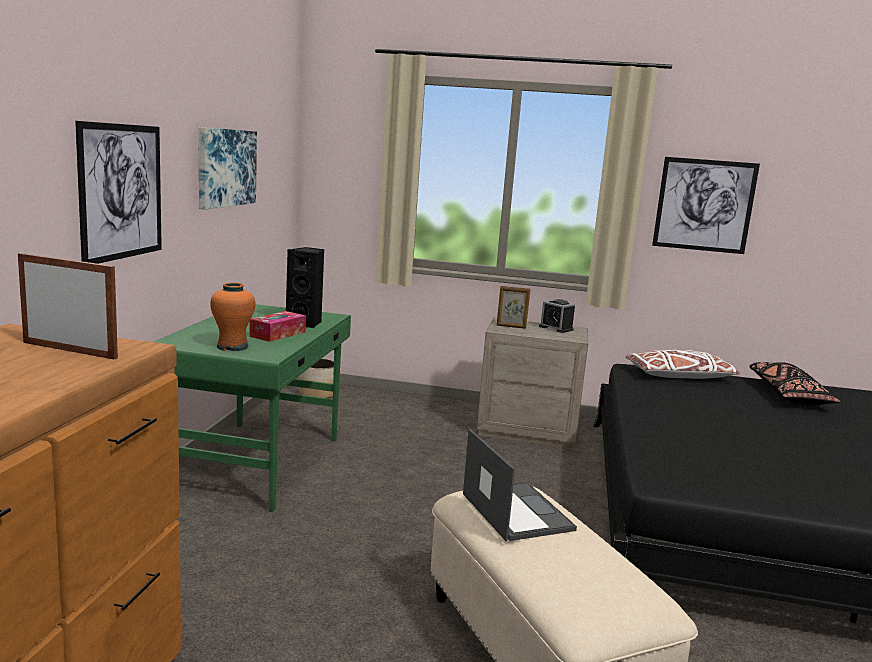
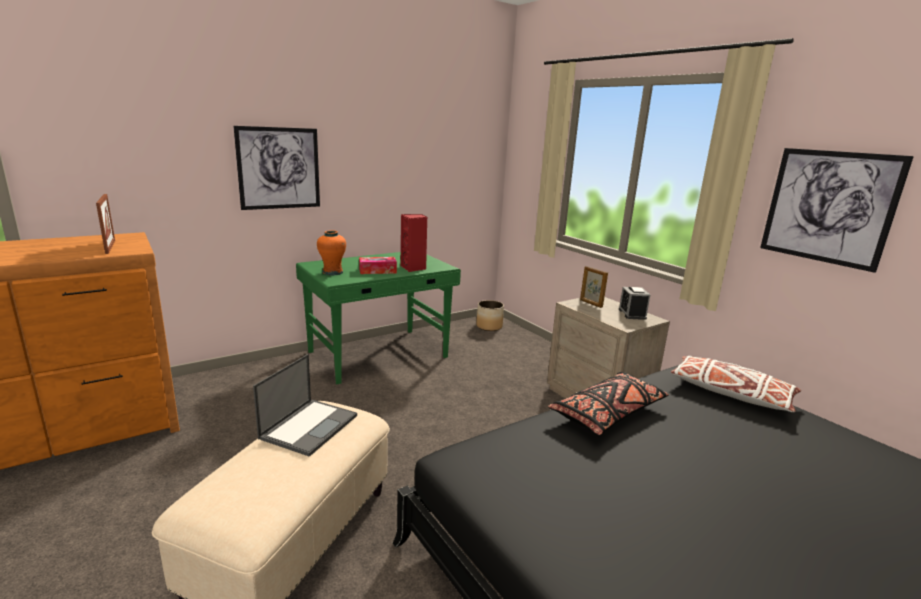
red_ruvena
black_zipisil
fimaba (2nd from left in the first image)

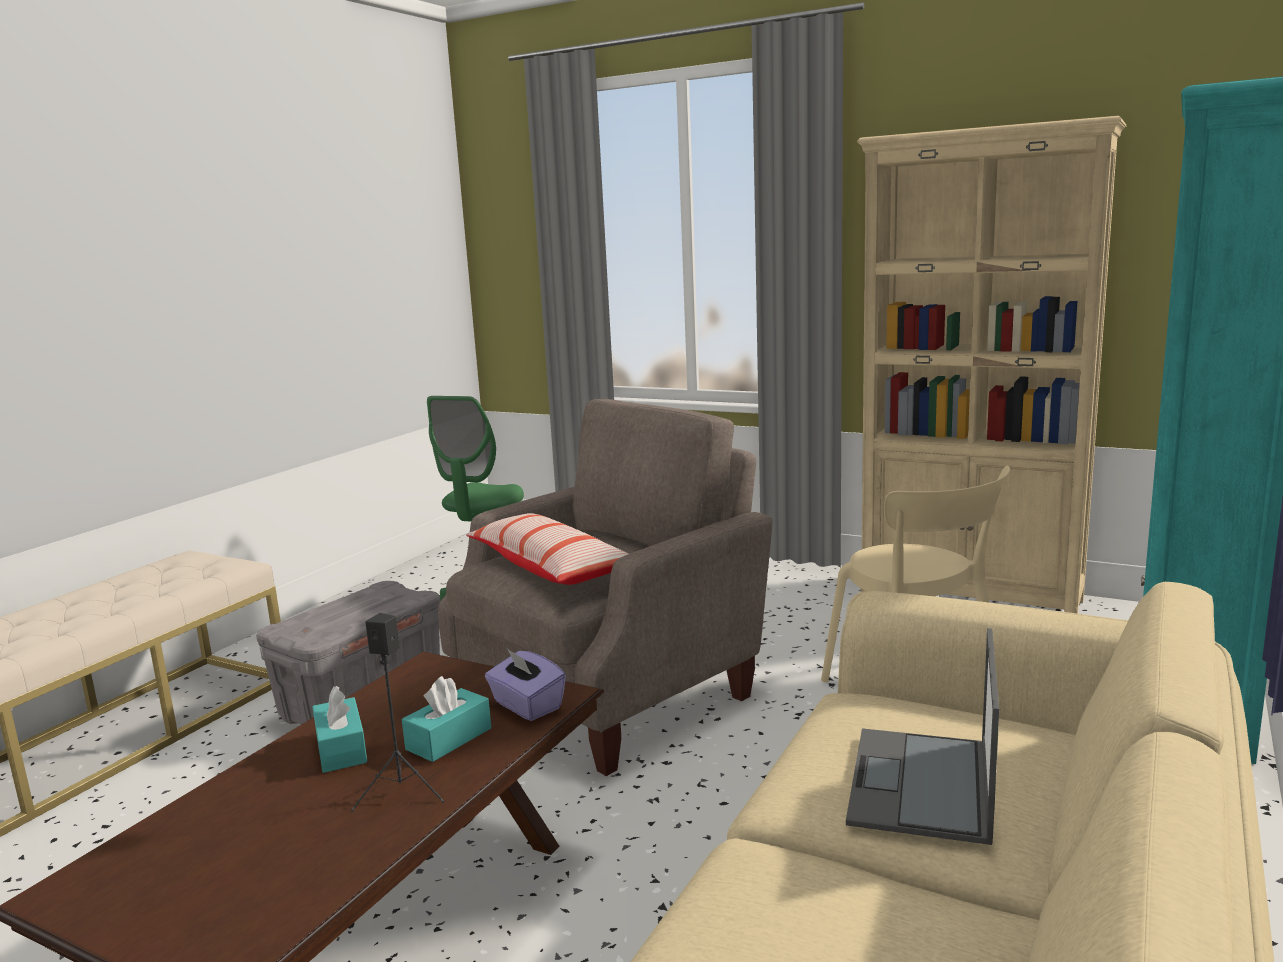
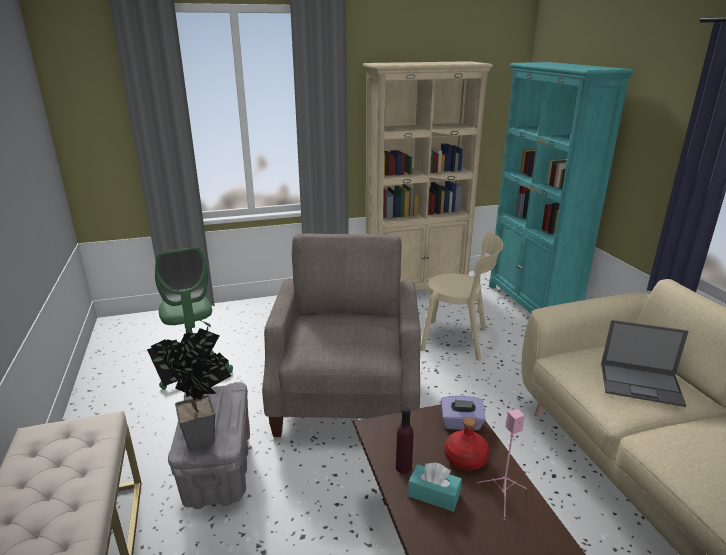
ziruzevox
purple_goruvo
red_goruvo
pink_ruvena
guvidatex
zipisil

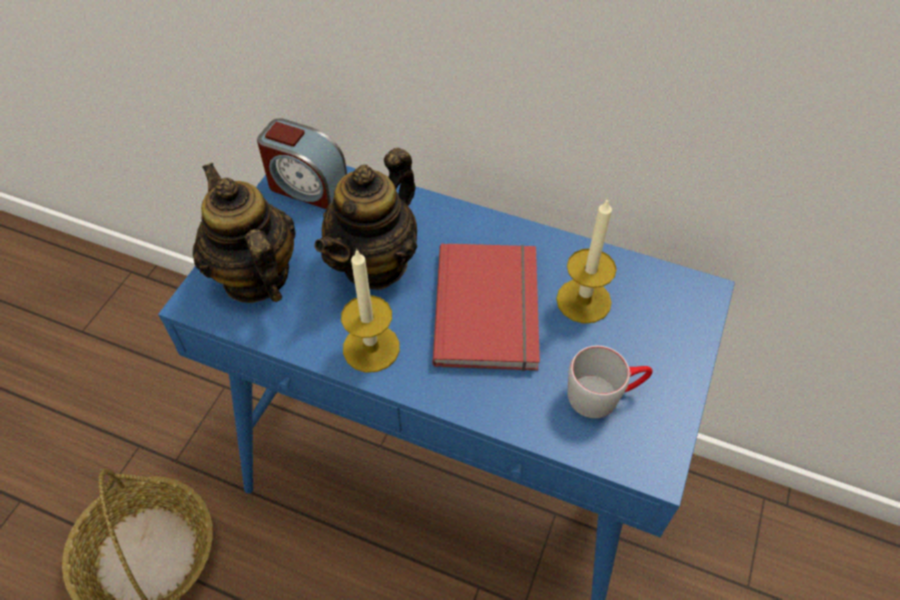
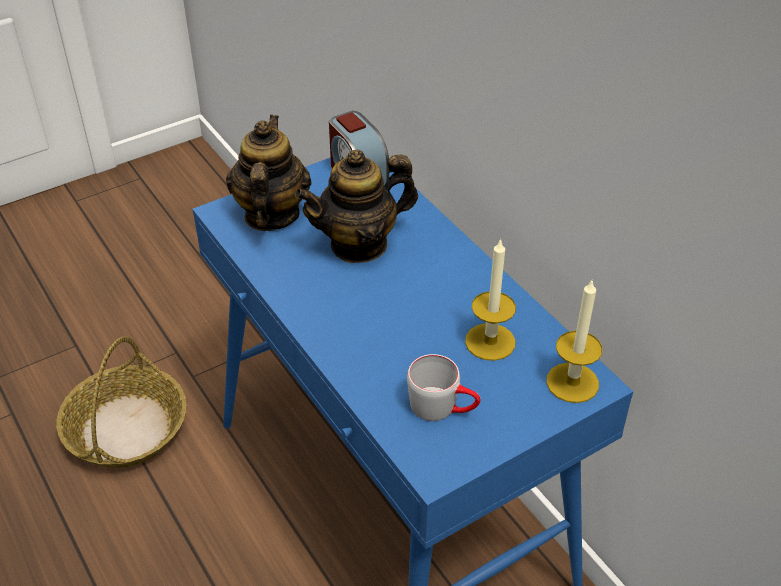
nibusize (2nd from left)
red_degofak

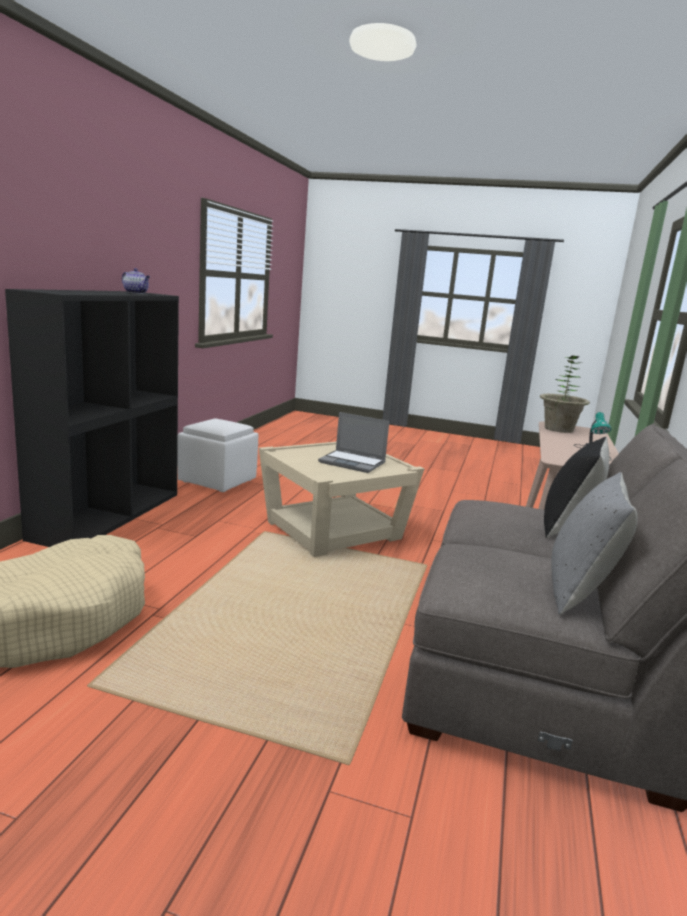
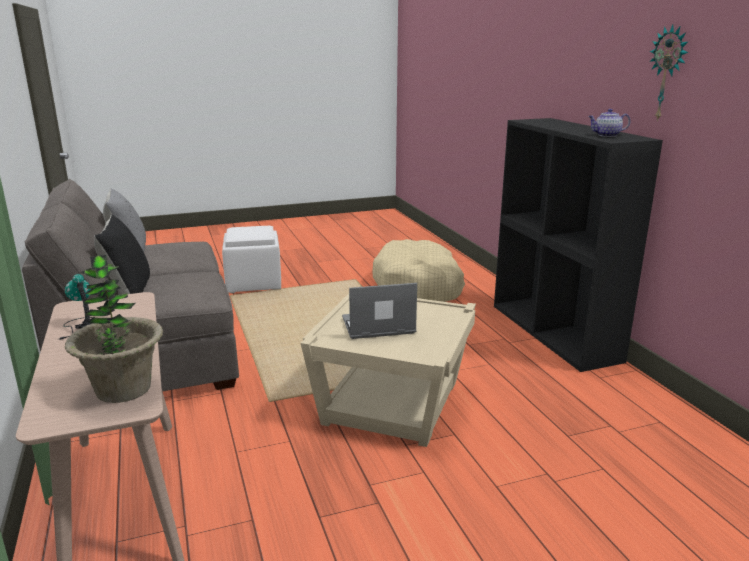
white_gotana
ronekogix

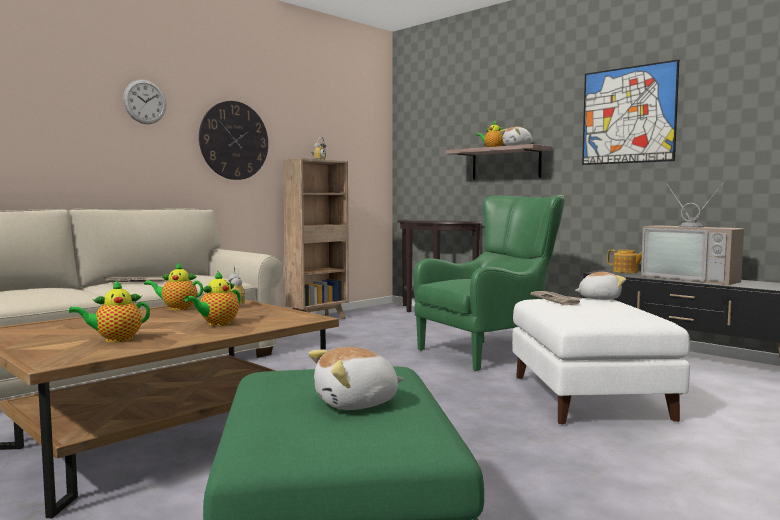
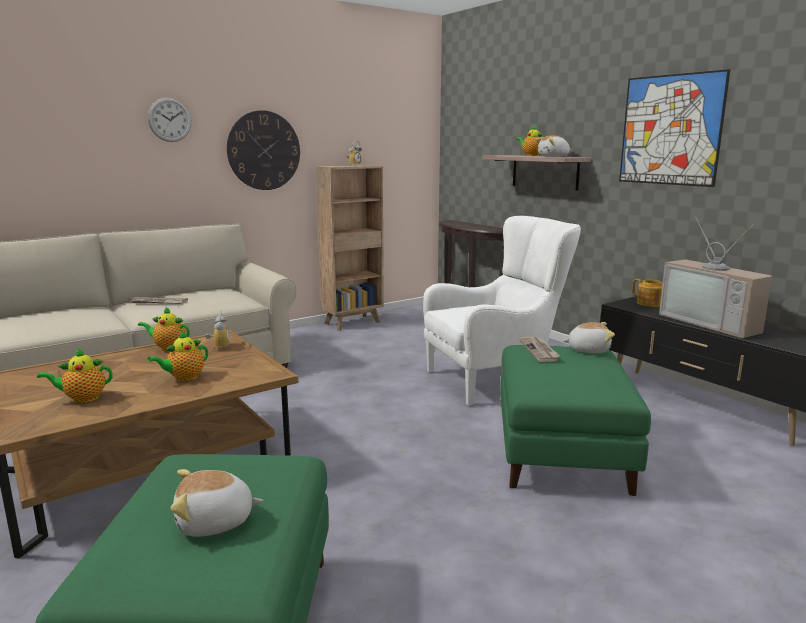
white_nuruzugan
green_gotana (2nd from left)

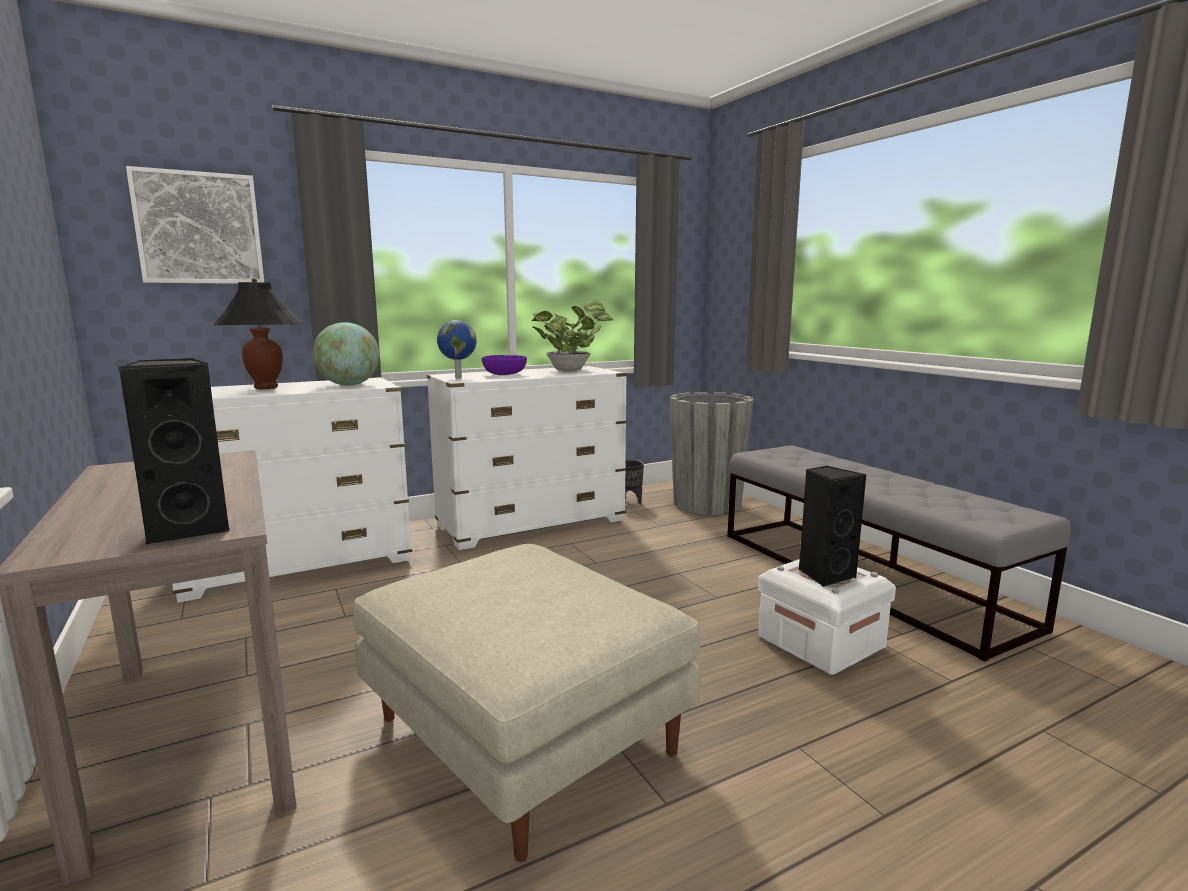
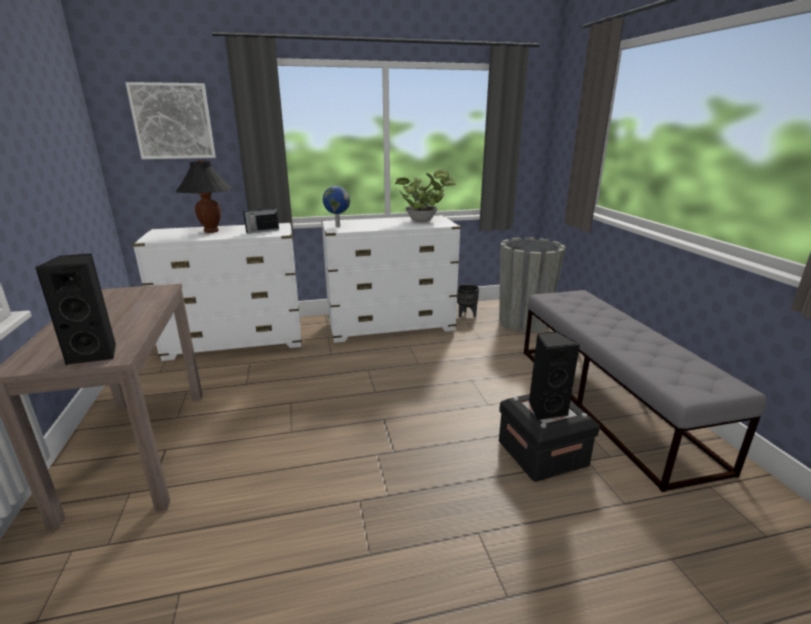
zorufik
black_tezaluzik
beige_gotana
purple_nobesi

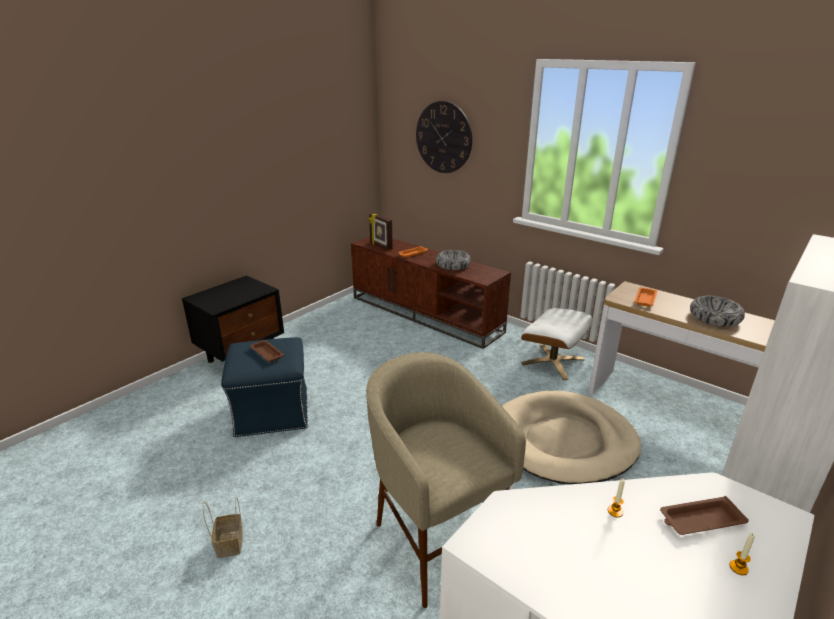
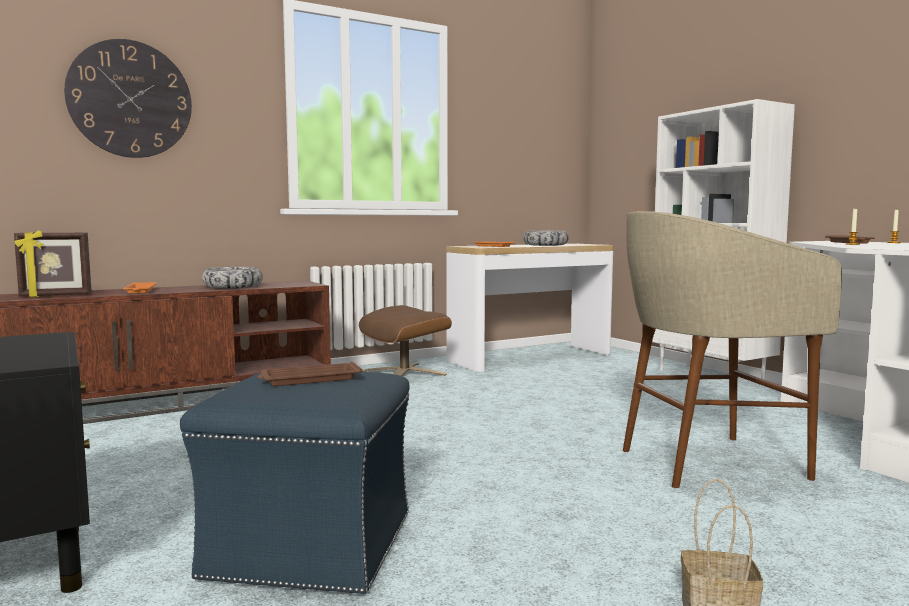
brown_gotana
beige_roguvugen

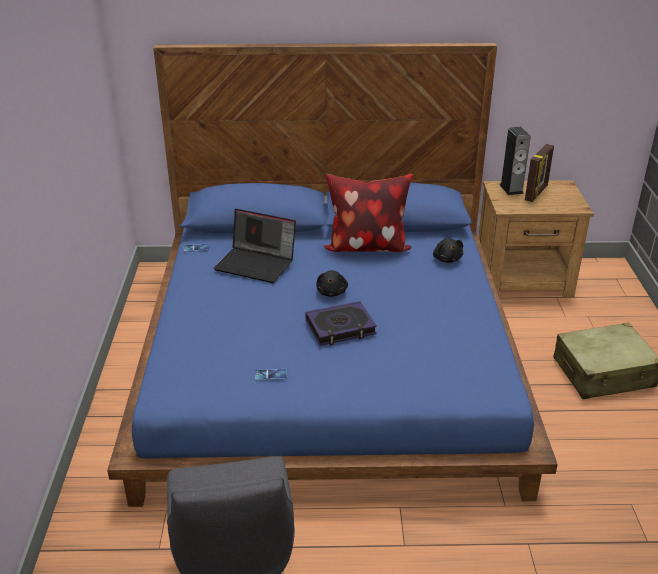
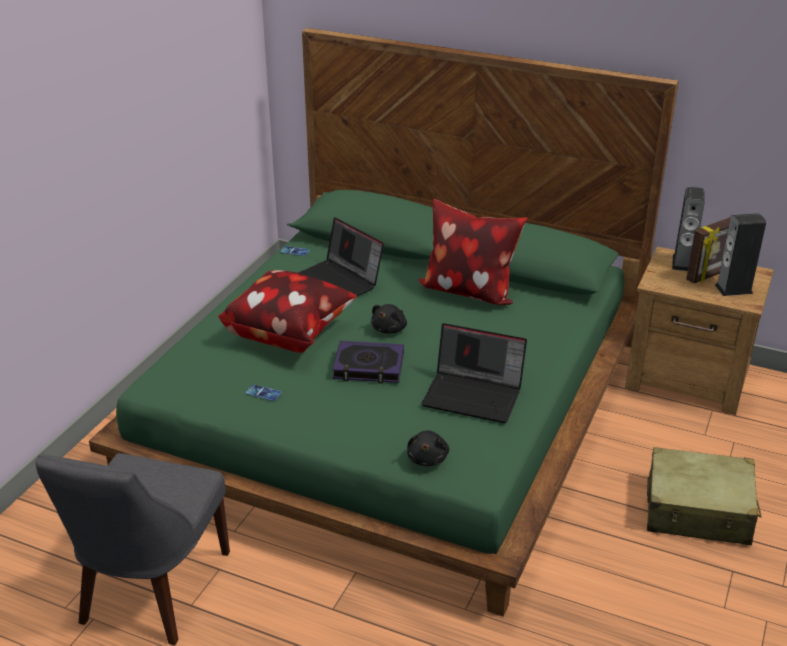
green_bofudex
zipisil (1st from left)
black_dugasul (2nd from left)
guvidatex (2nd from left)
ruvena (2nd from left)

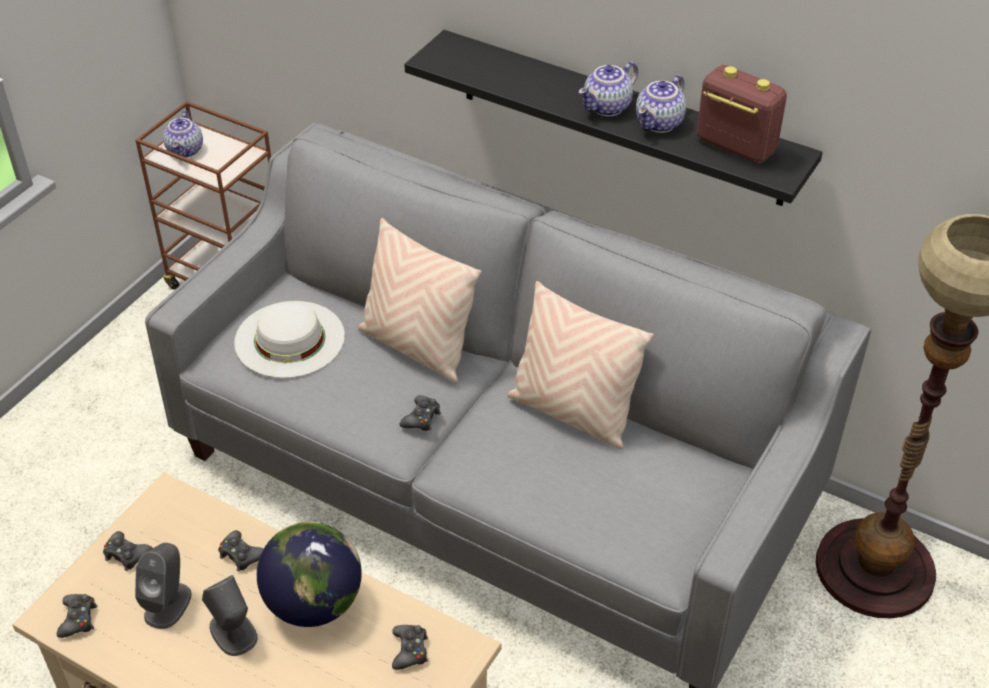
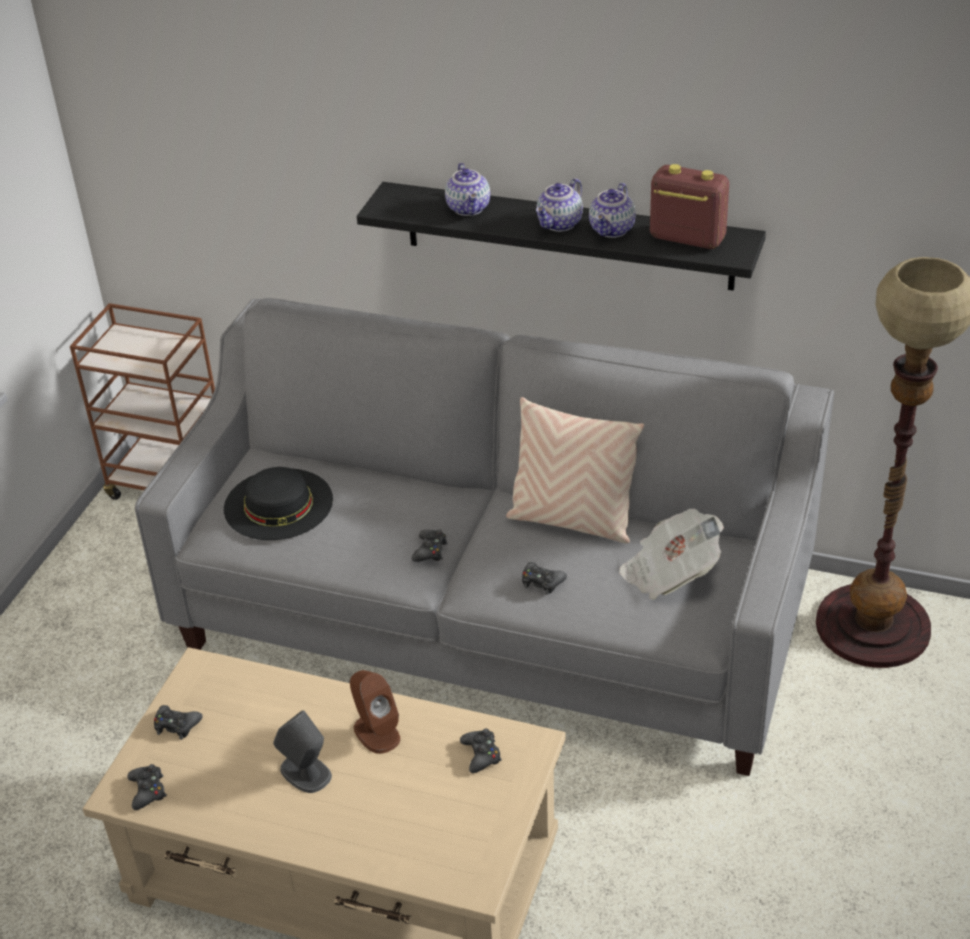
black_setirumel
brown_ruvena
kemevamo (1st from left)
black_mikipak (5th from left)
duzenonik
grey_ruvena (1st from left in the first image)
beige_zipisil (1st from left in the first image)

